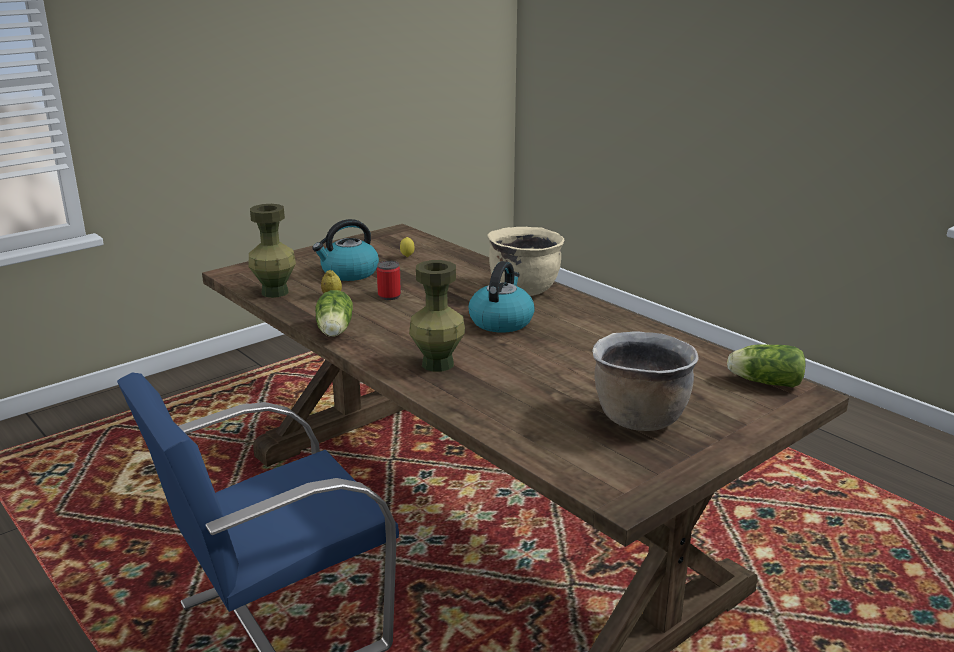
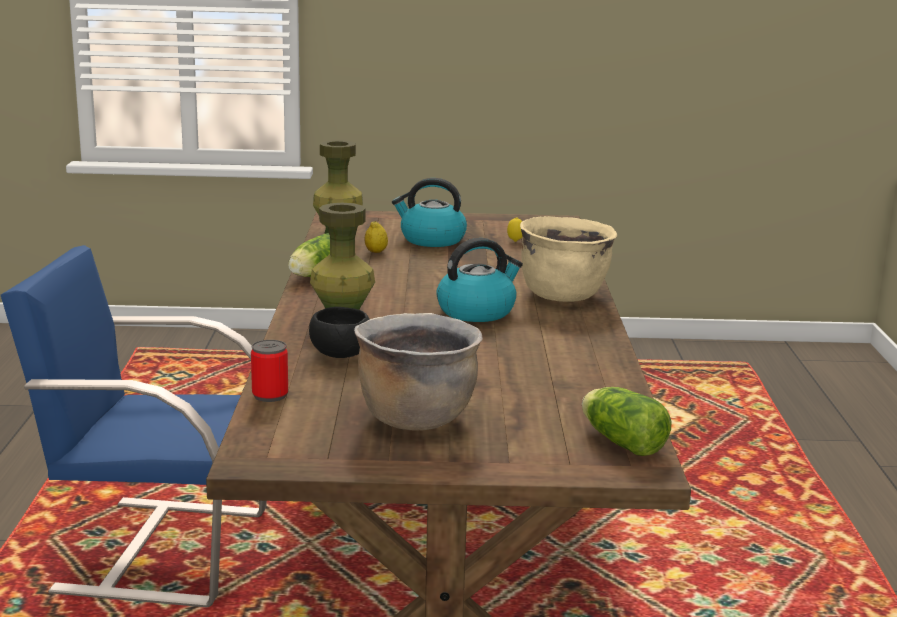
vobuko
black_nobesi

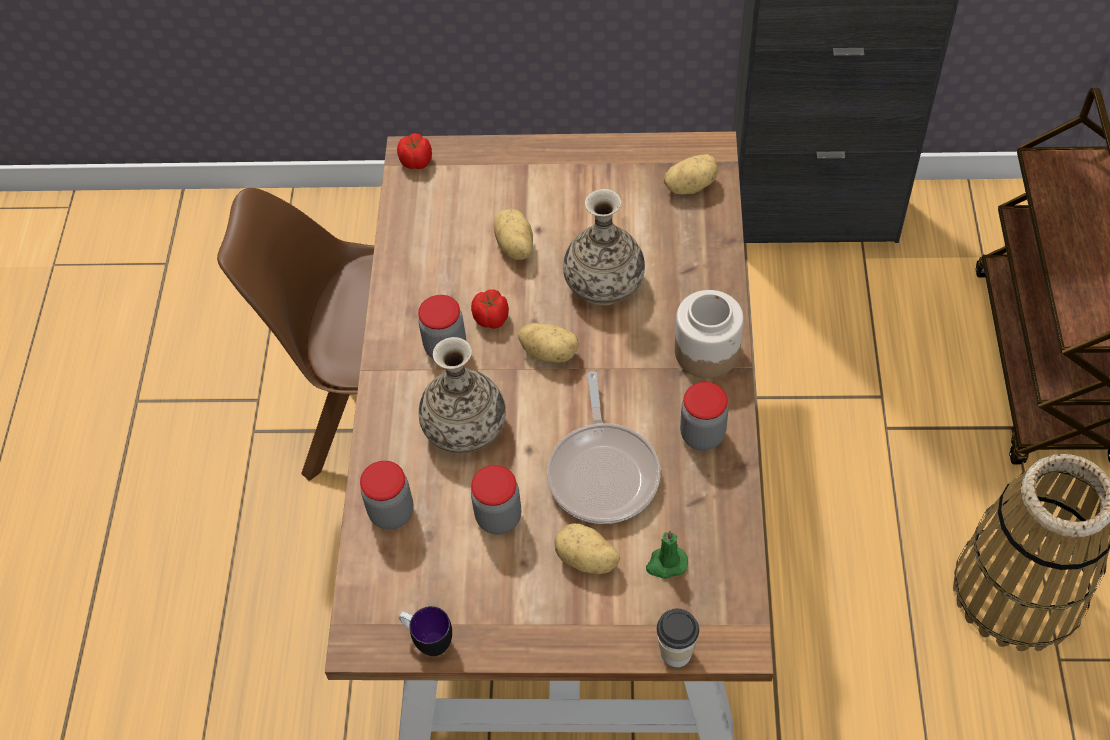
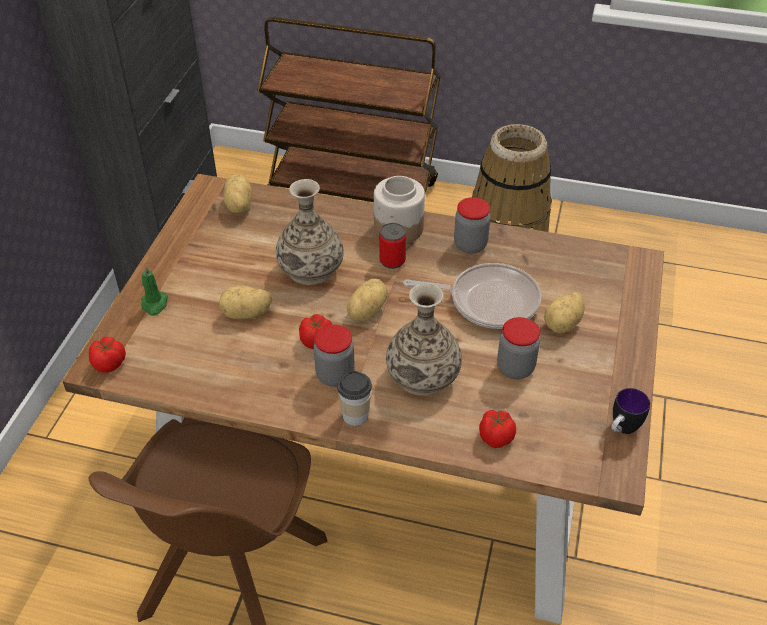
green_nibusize
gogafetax
vobuko
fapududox (3rd from left)

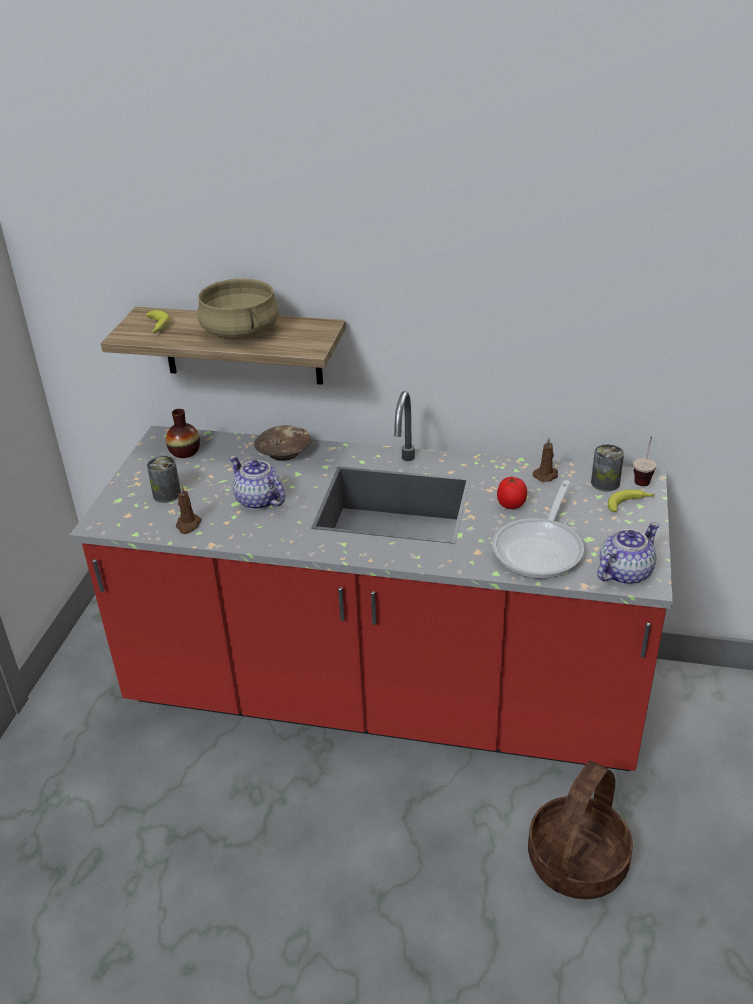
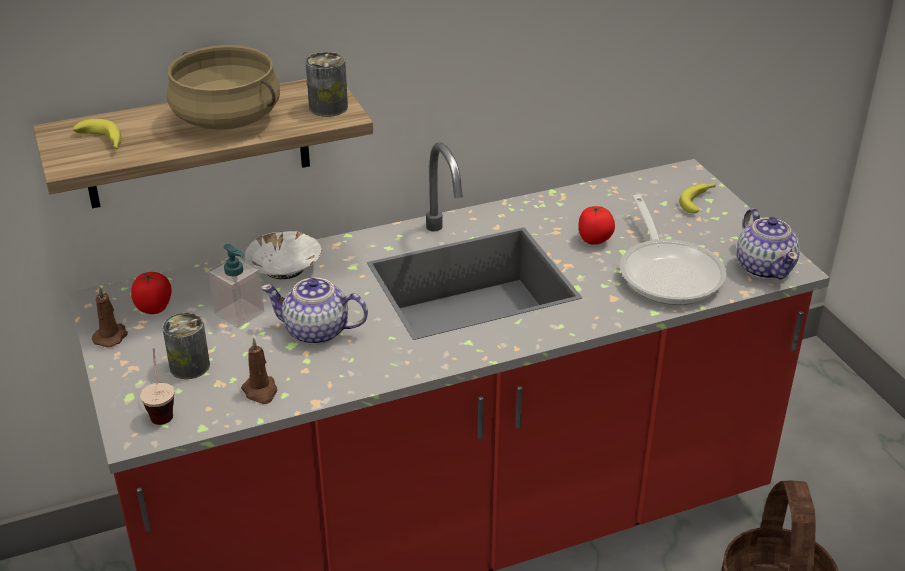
brown_nibusize (1st from left)
fapududox (1st from left)
gogafetax
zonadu
white_nobesi
vobuko (2nd from left)
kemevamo (2nd from left)

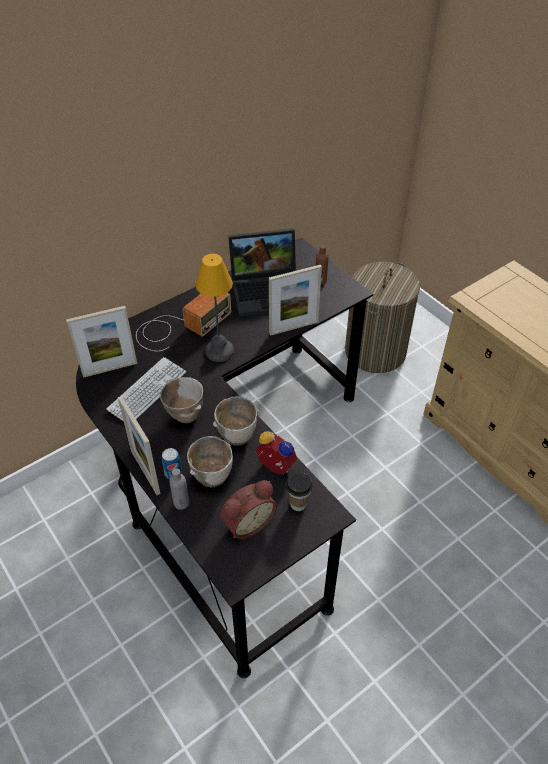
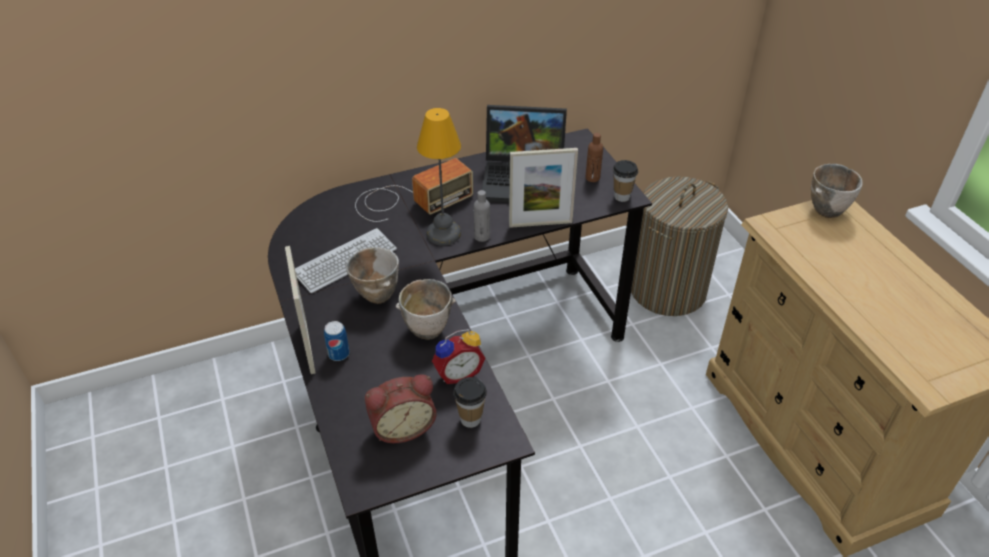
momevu (2nd from left)
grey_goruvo
gogafetax (2nd from left)
nobesi (3rd from left)
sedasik (1st from left in the first image)

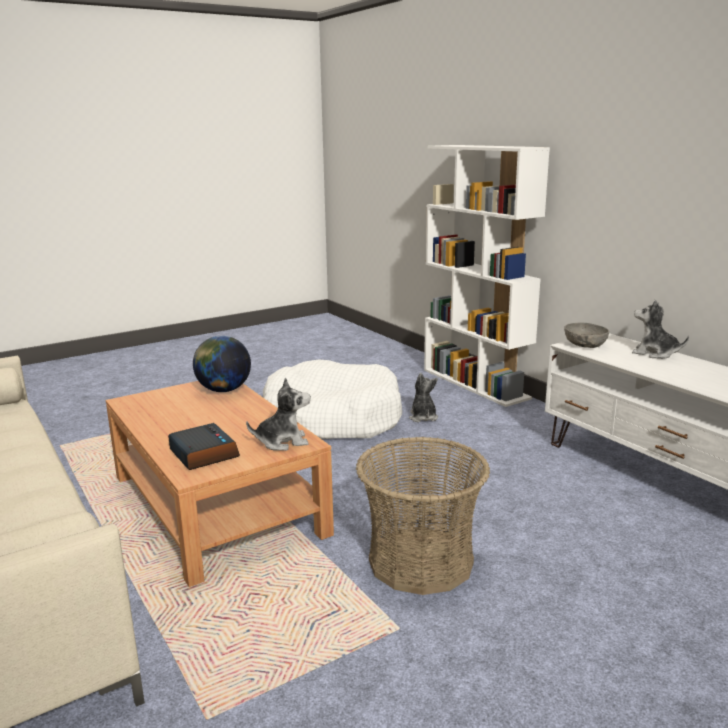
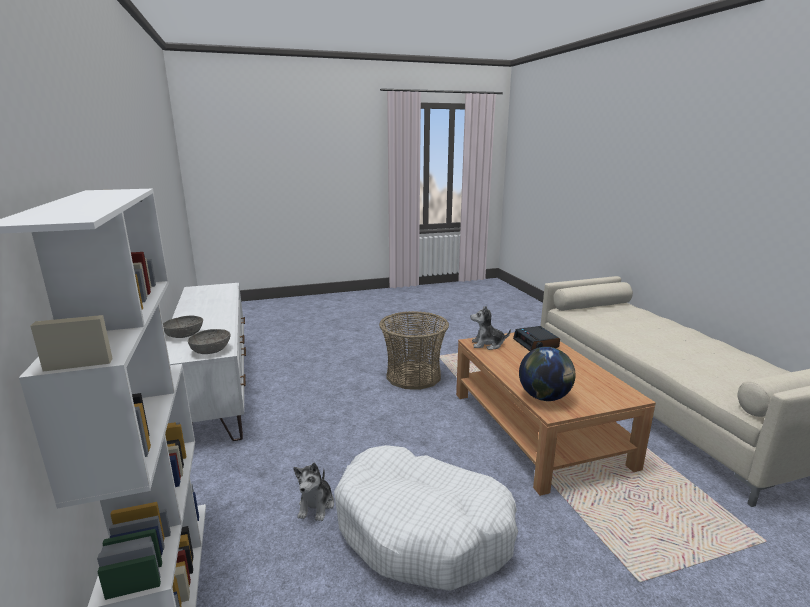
grey_nobesi (1st from left)

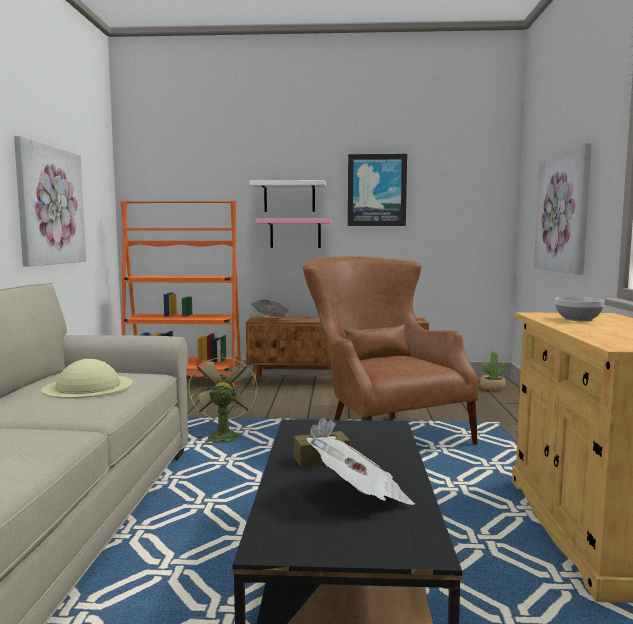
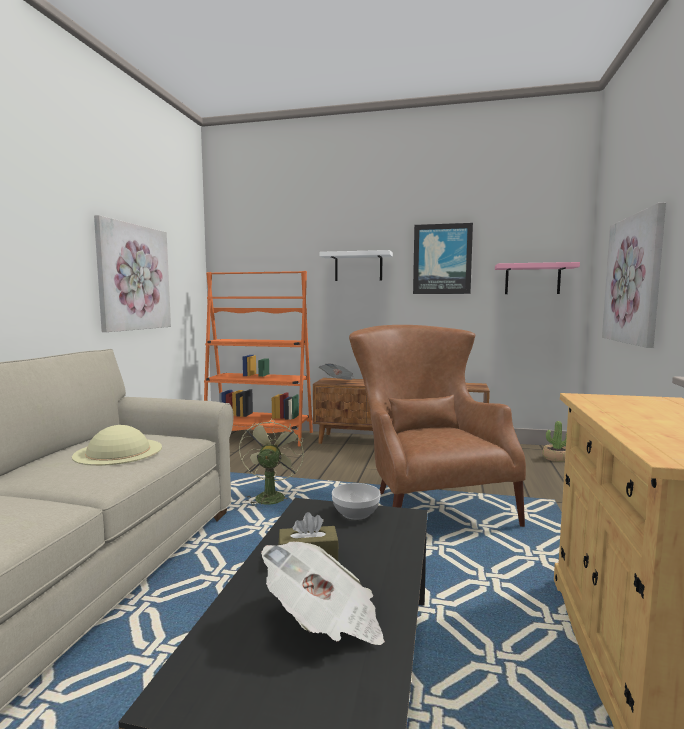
nobesi
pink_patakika

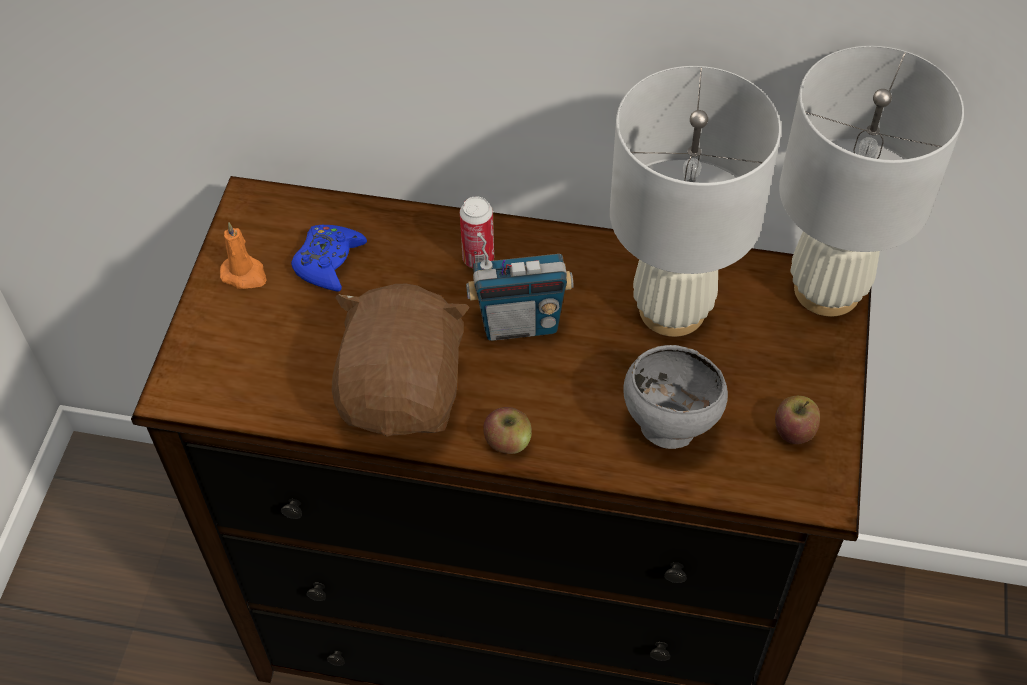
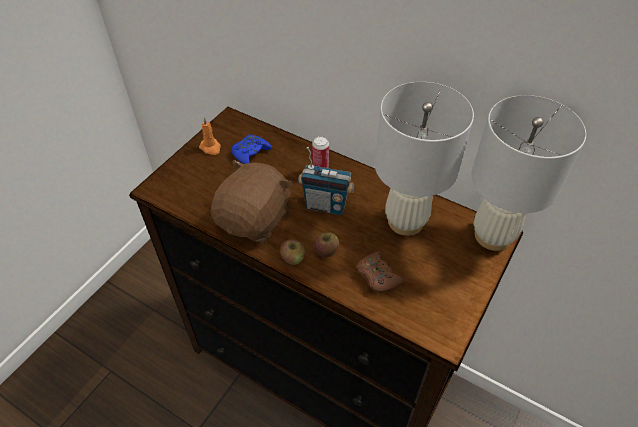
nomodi (2nd from left)
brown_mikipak

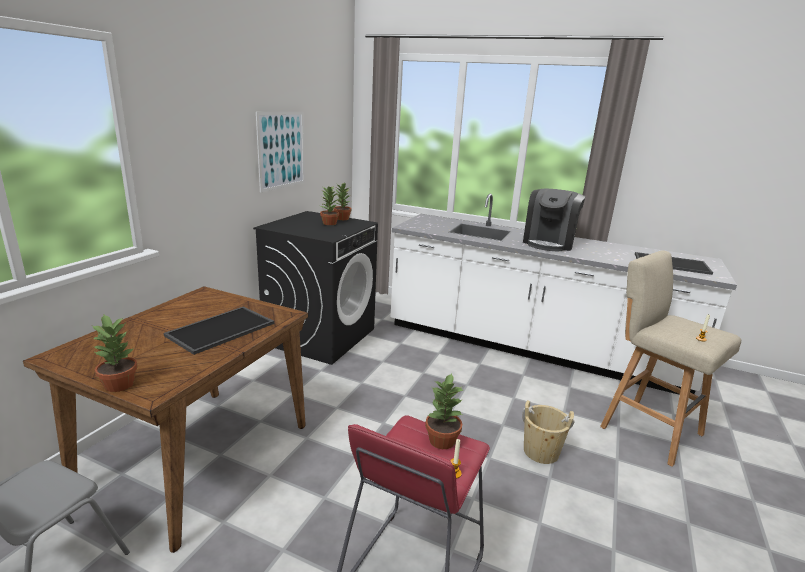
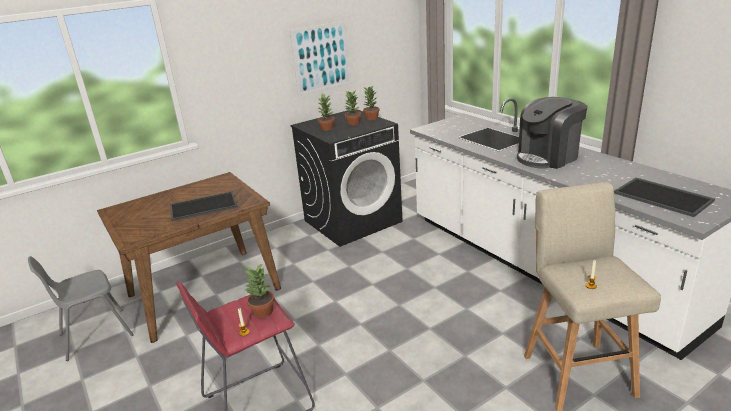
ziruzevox (2nd from left)
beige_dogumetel

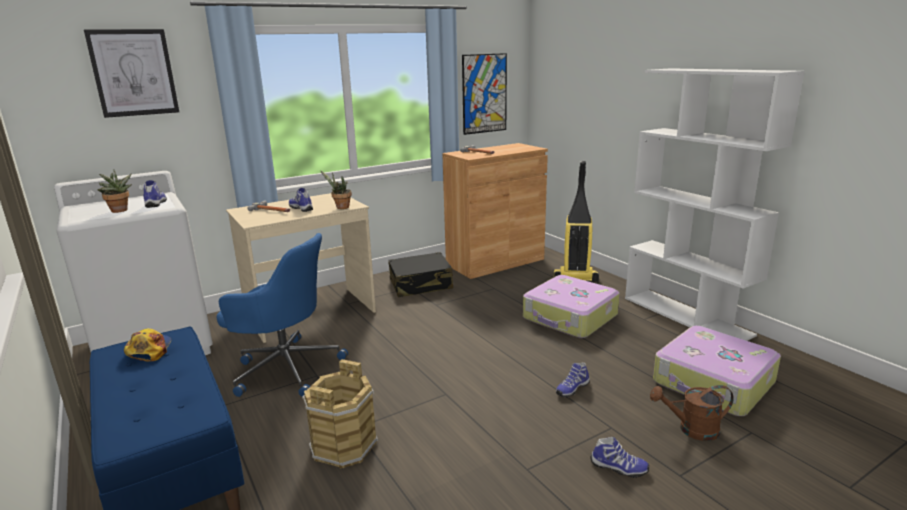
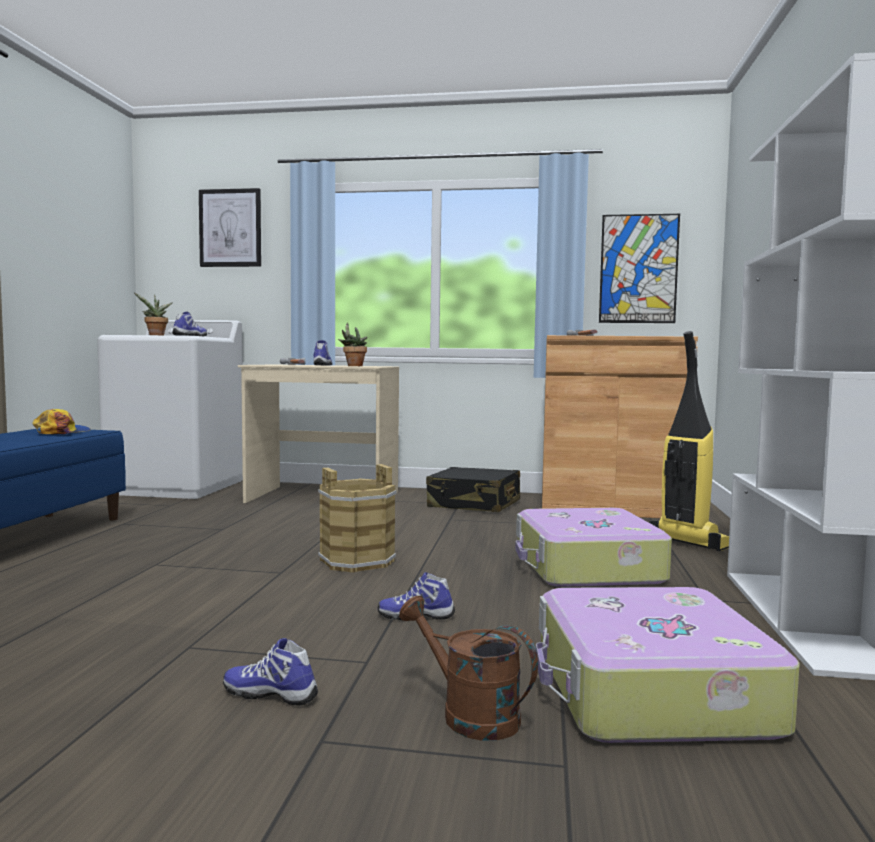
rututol (2nd from left)
brown_dogumetel
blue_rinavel

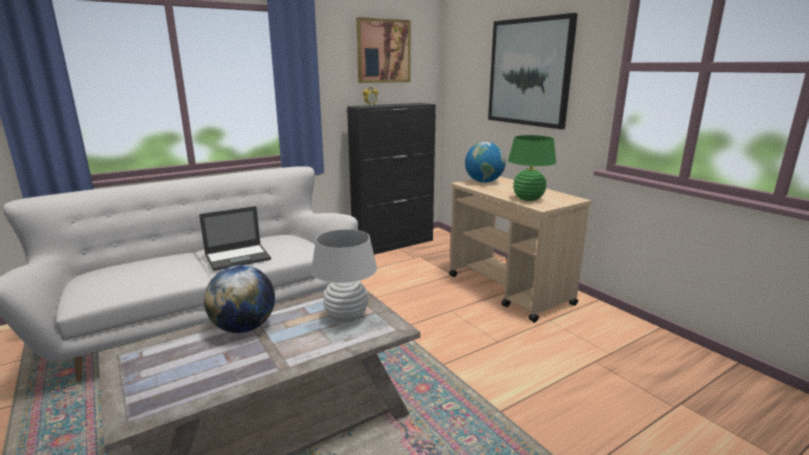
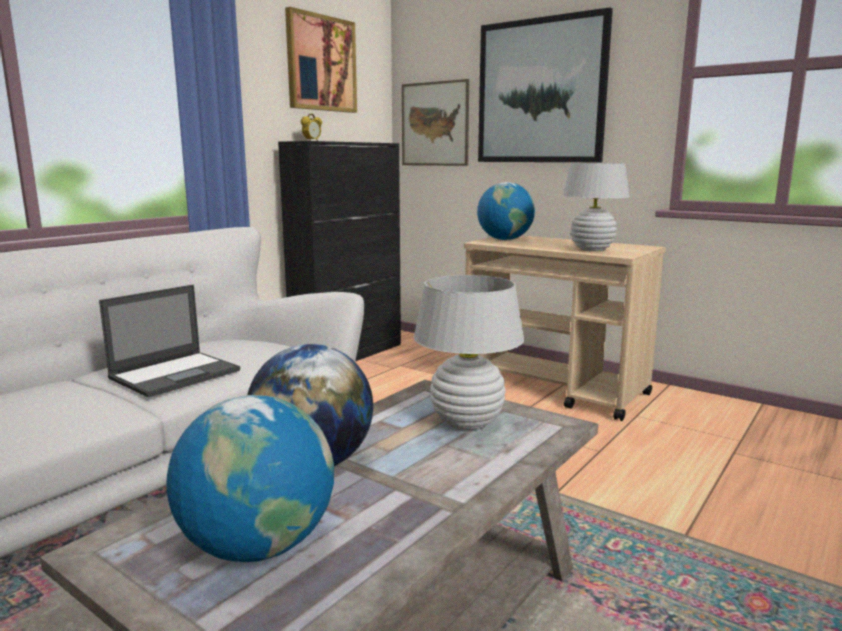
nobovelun (1st from left)
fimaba (2nd from left)
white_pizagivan (2nd from left)

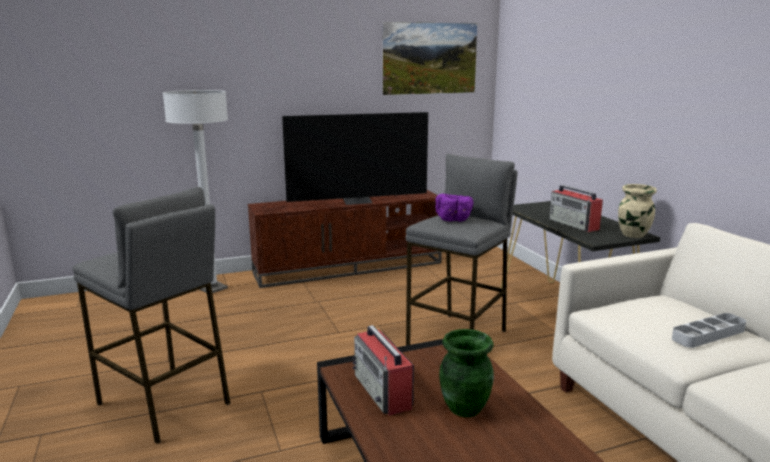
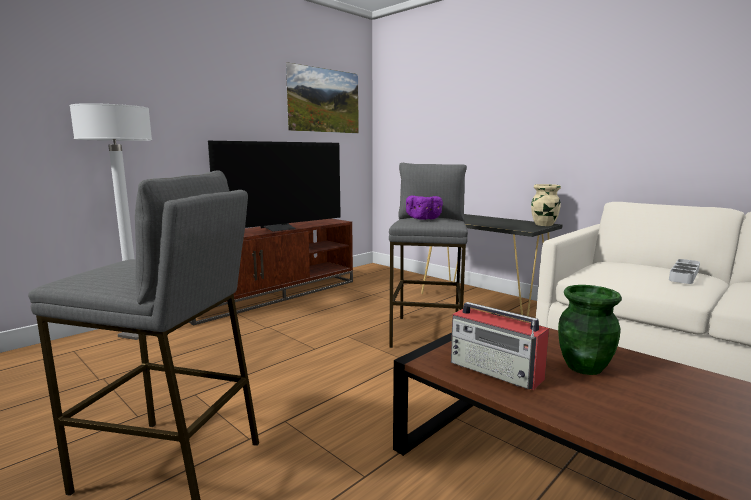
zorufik (2nd from left in the first image)

